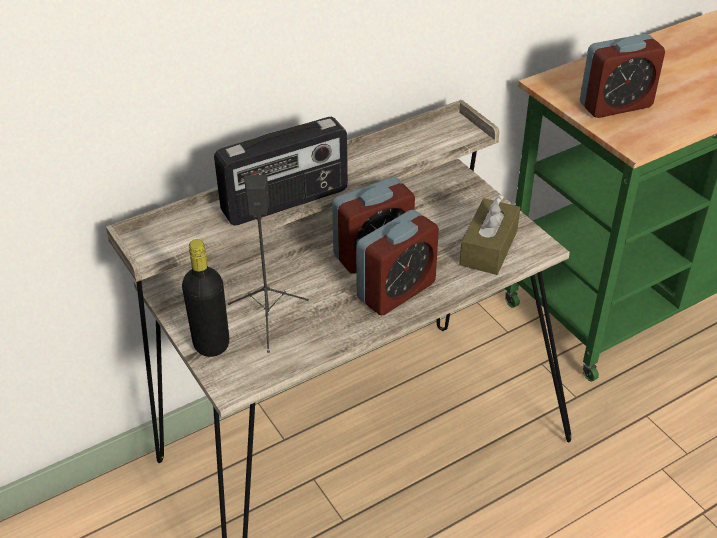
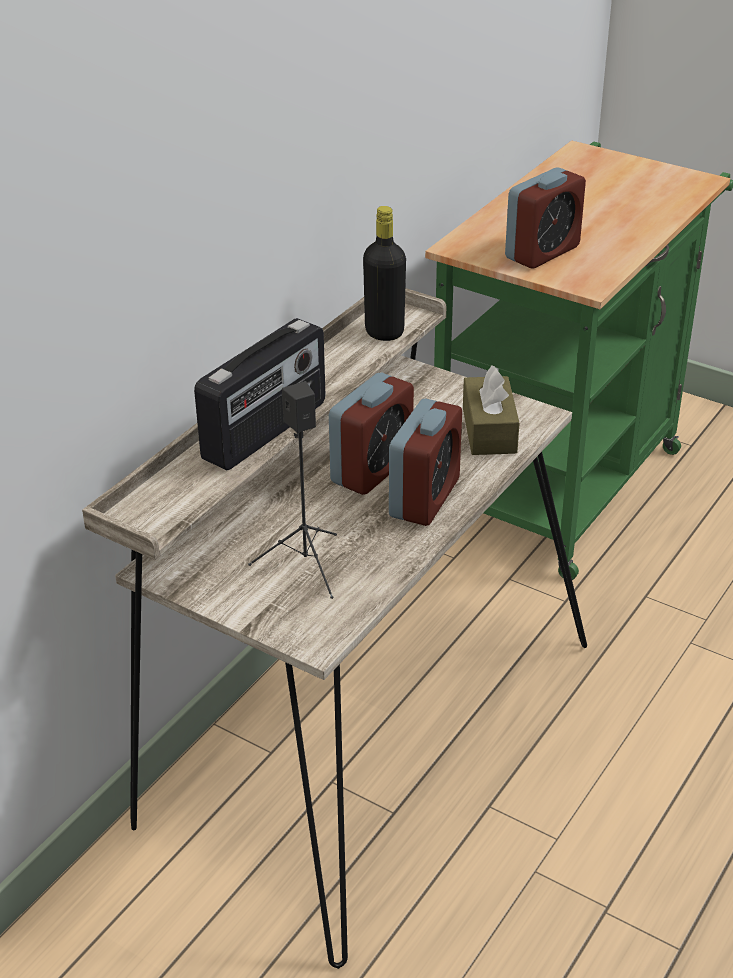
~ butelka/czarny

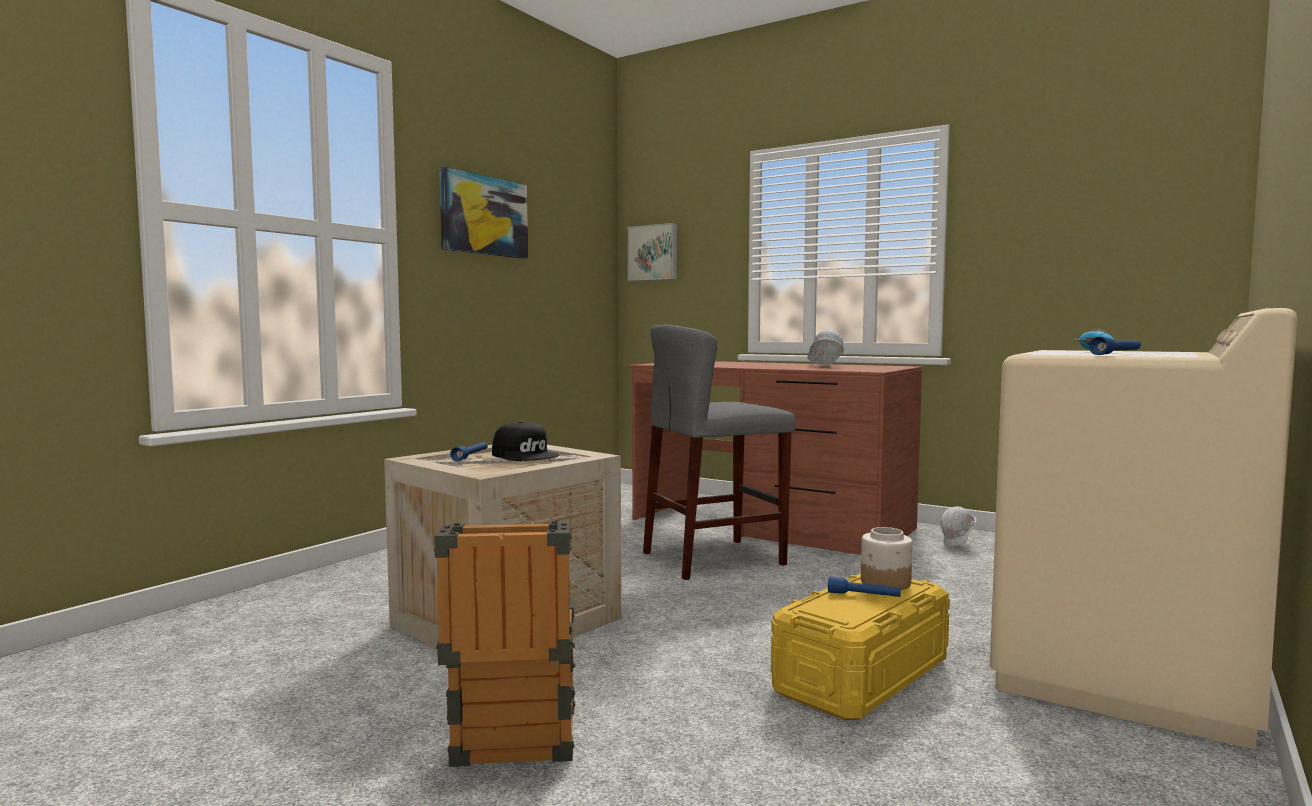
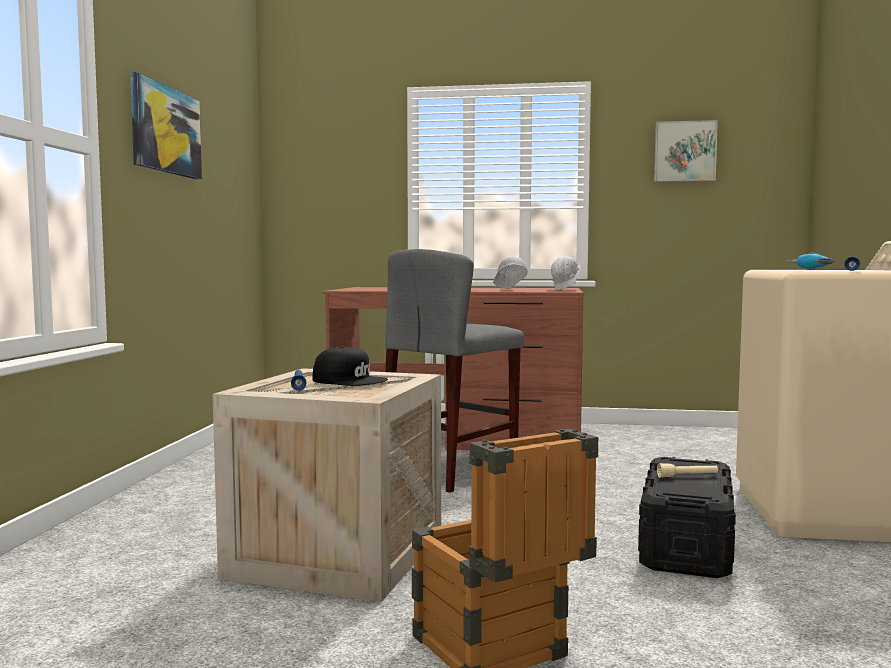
- słoik
~ obraz (2nd from left)
~ kask/biały (2nd from left)
~ pojemnik do przechowywania/żółty to pojemnik do przechowywania/czarny
~ latarka/niebieski (2nd from left) to latarka/beżowy

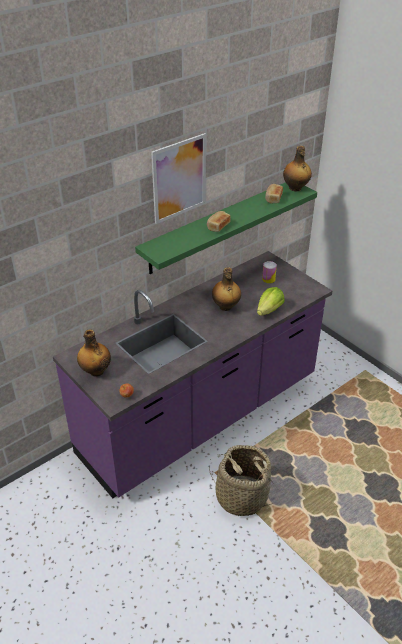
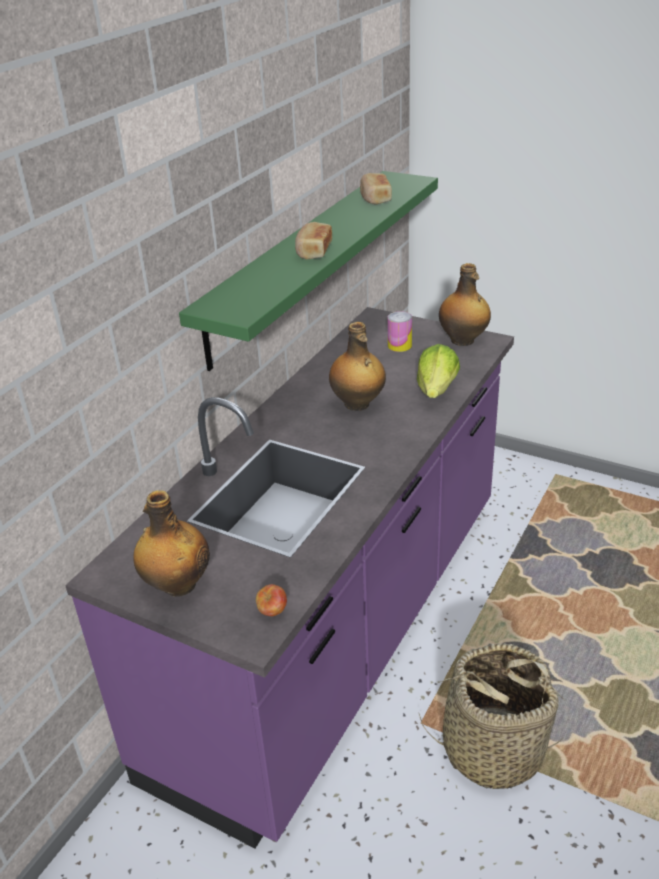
- obraz
~ butelka (3rd from left)

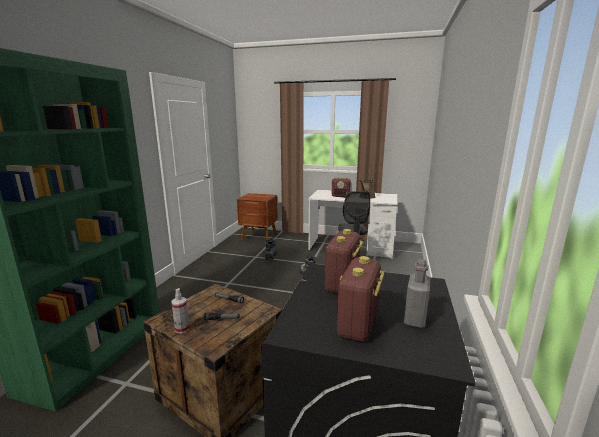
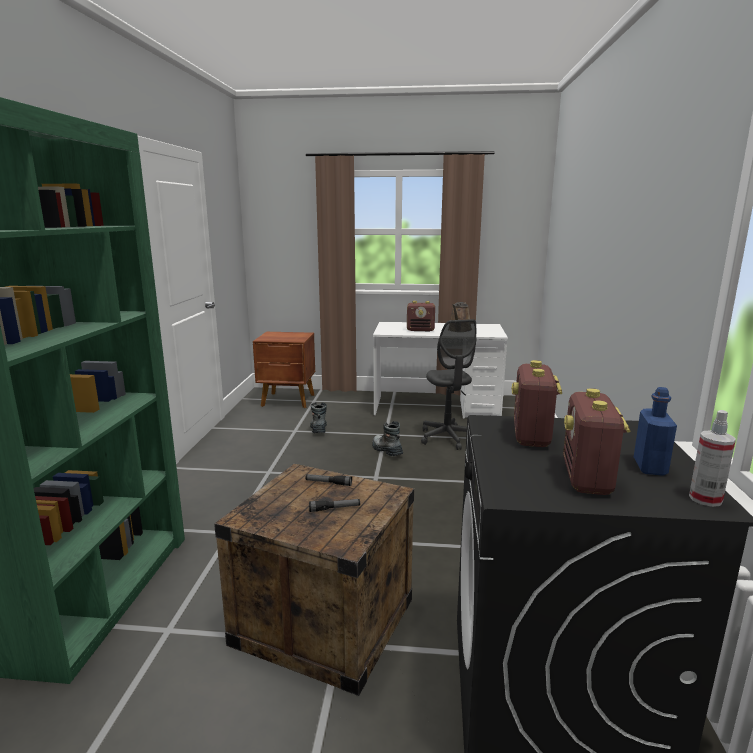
~ spryskiwacz
~ butelka/szary to butelka/niebieski

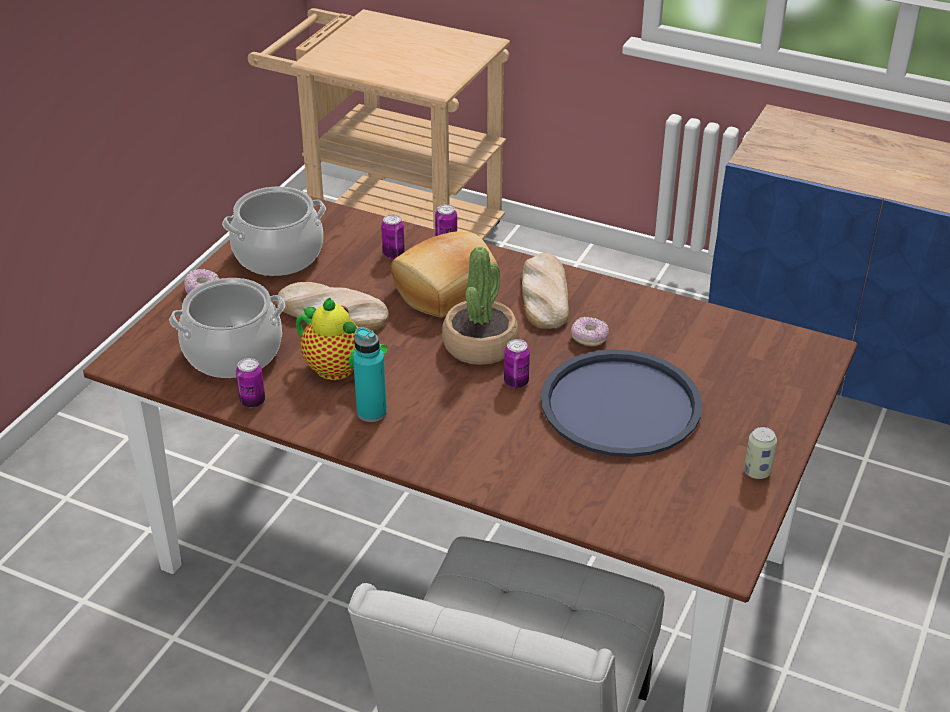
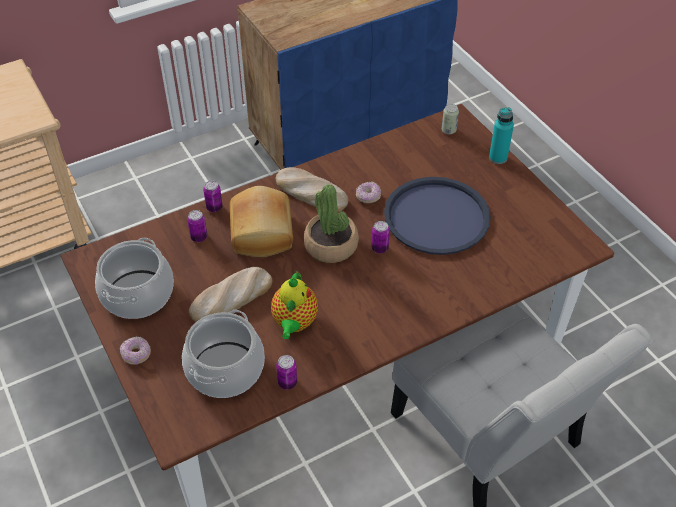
~ butelka/turkusowy
~ puszka (5th from left)
~ imbryk 120 degrees clockwise

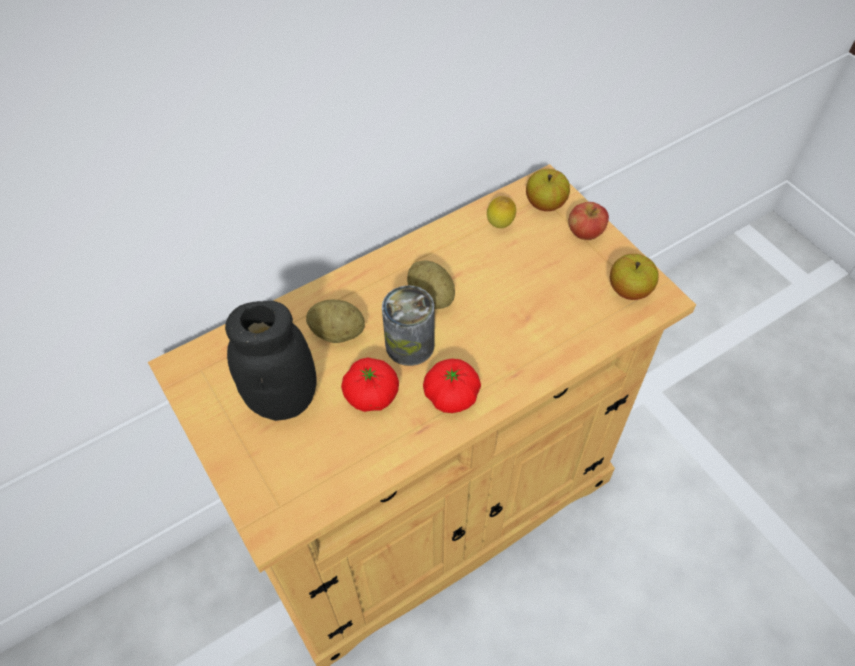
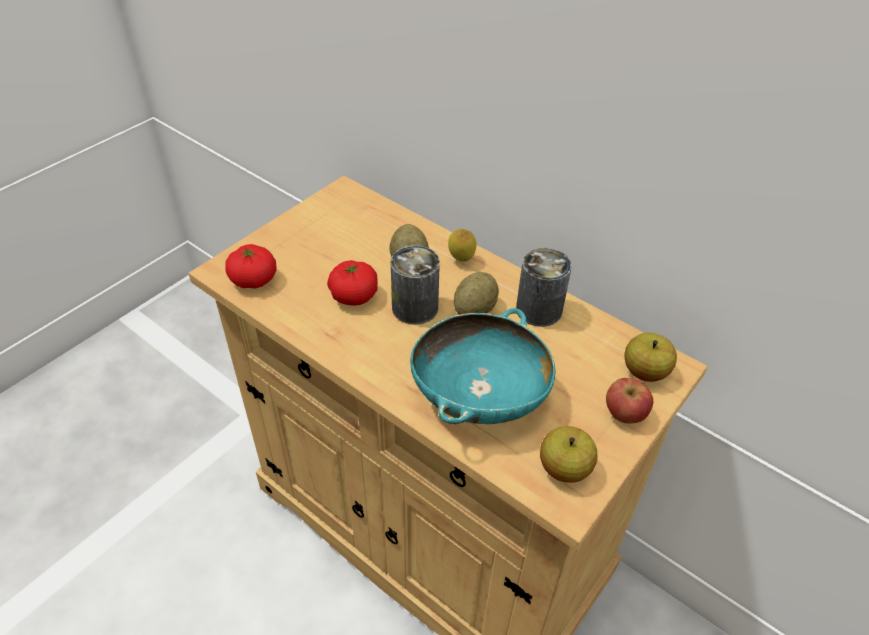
- słoik/czarny
+ miska/turkusowy
+ puszka (2nd from left)
~ pomidor (2nd from left in the first image) to pomidor (1st from left)
~ cytryna

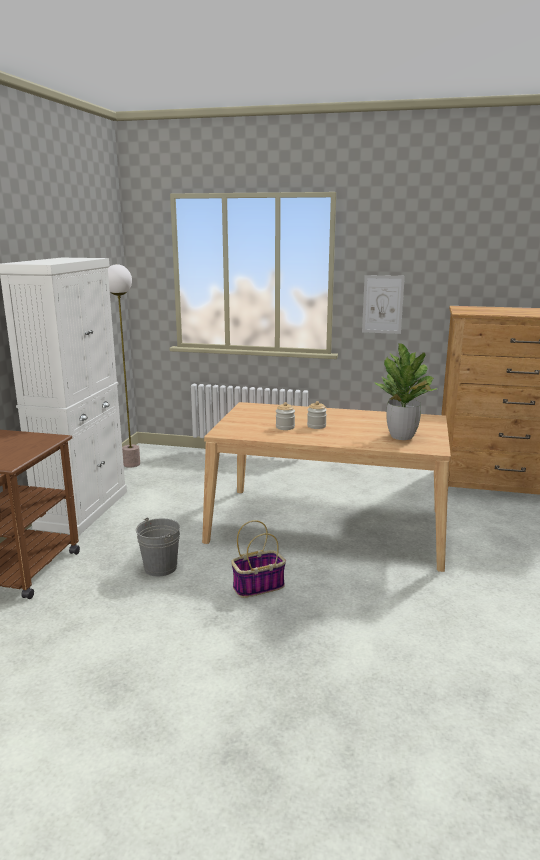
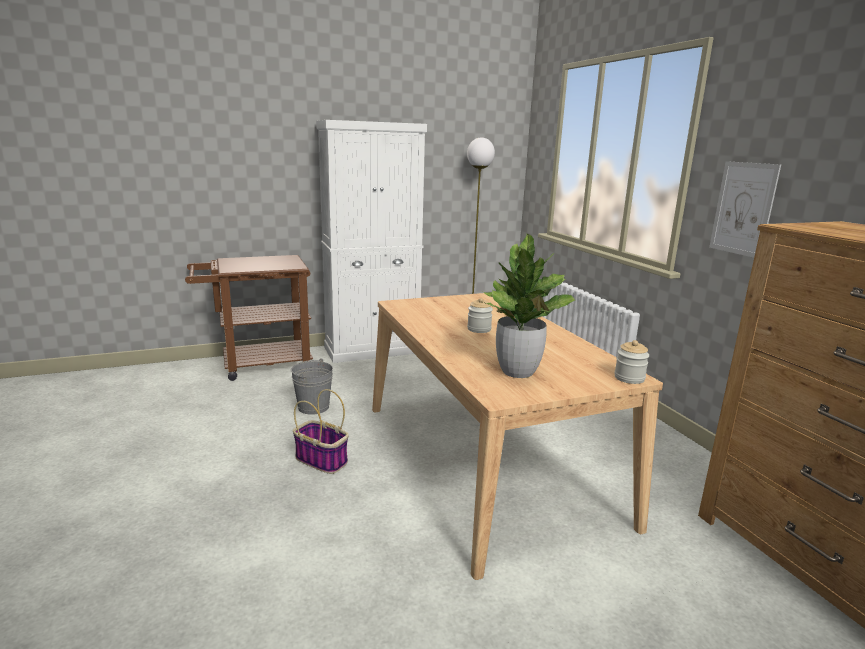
~ słoik (1st from left in the first image) to słoik (2nd from left)

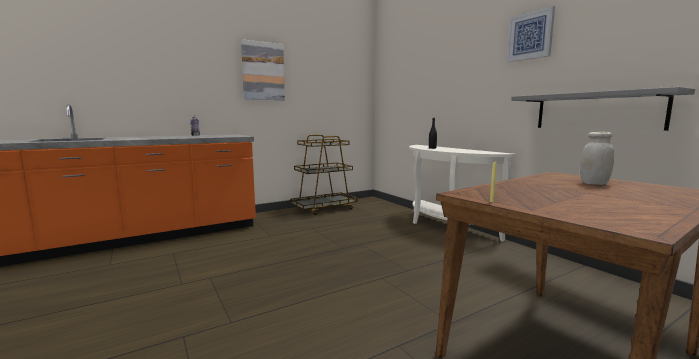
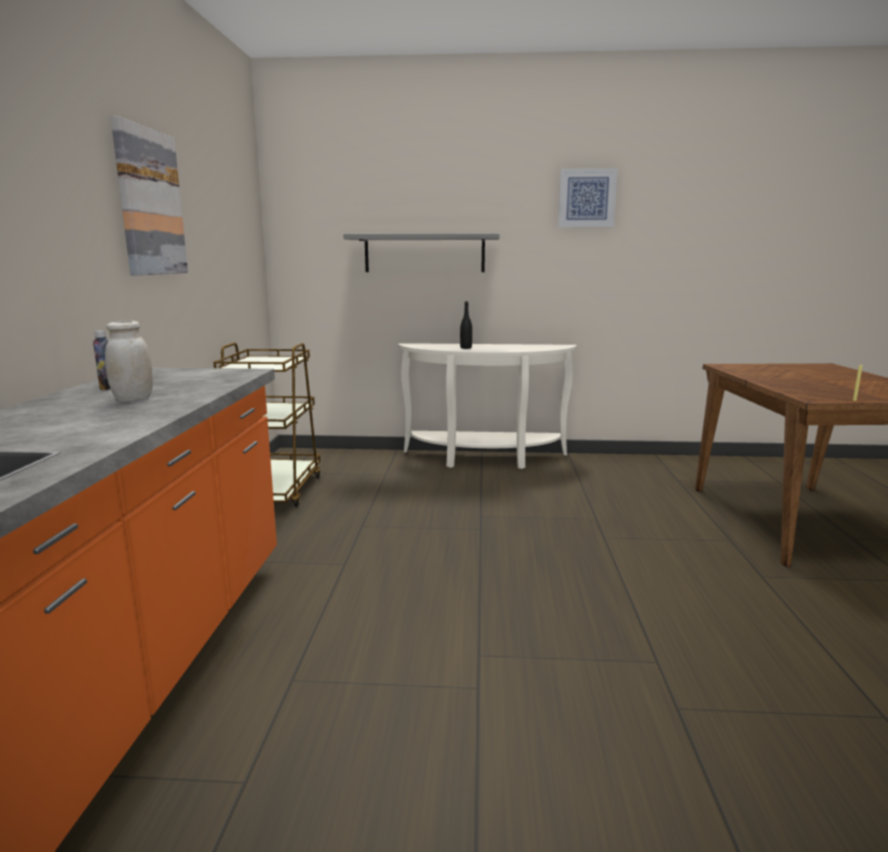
~ półka/szary
~ słoik/biały

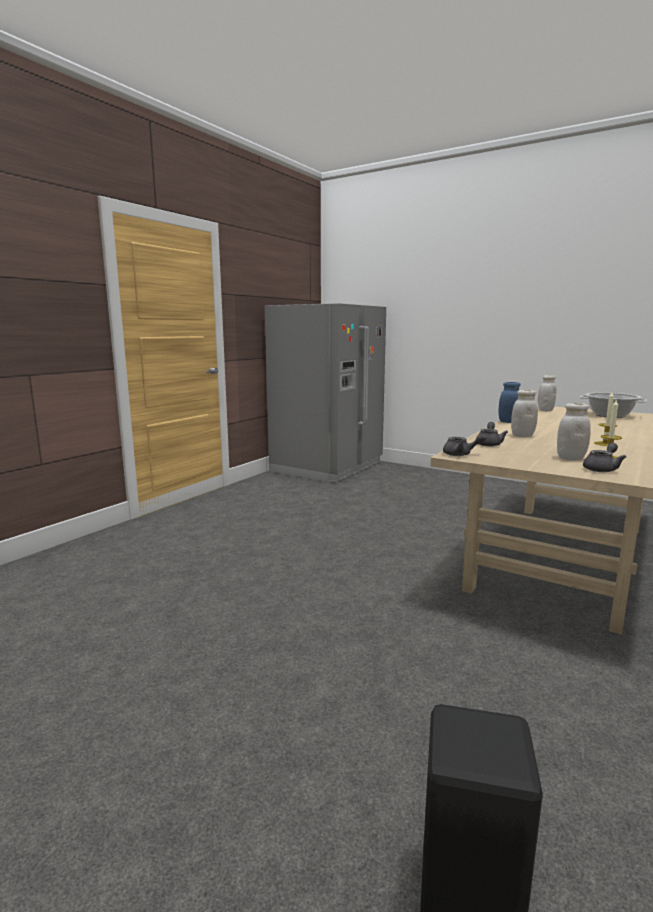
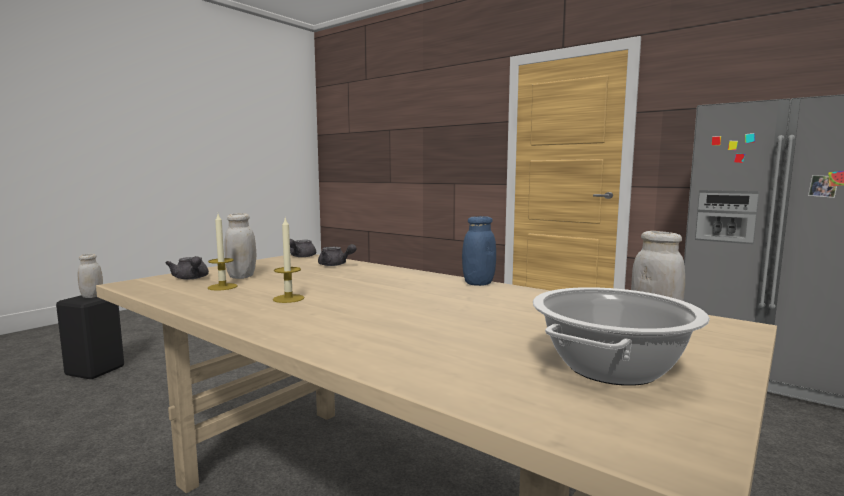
~ słoik/biały (1st from left)

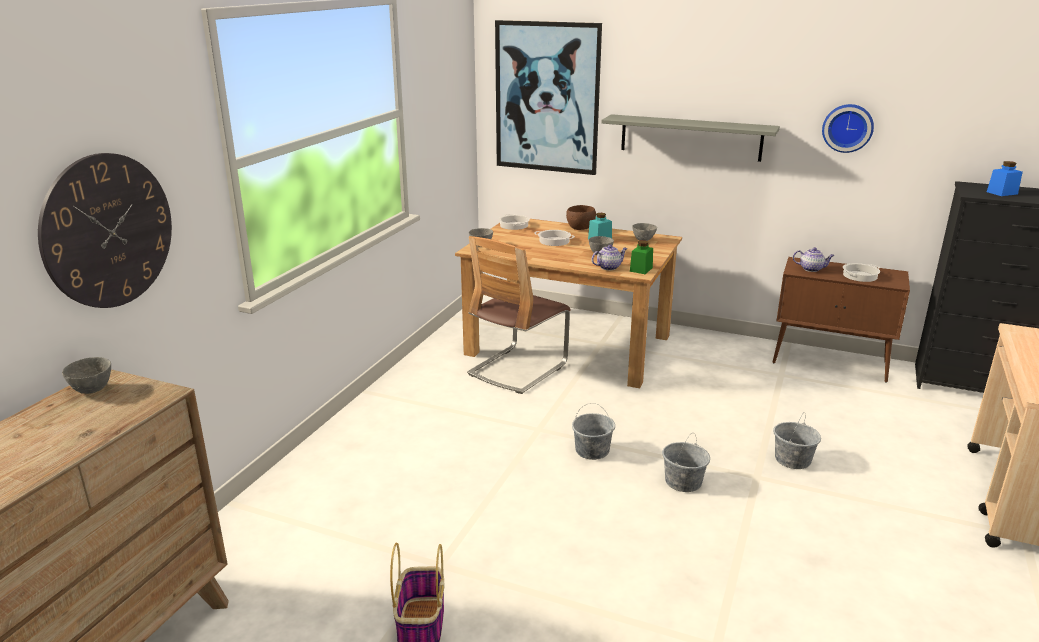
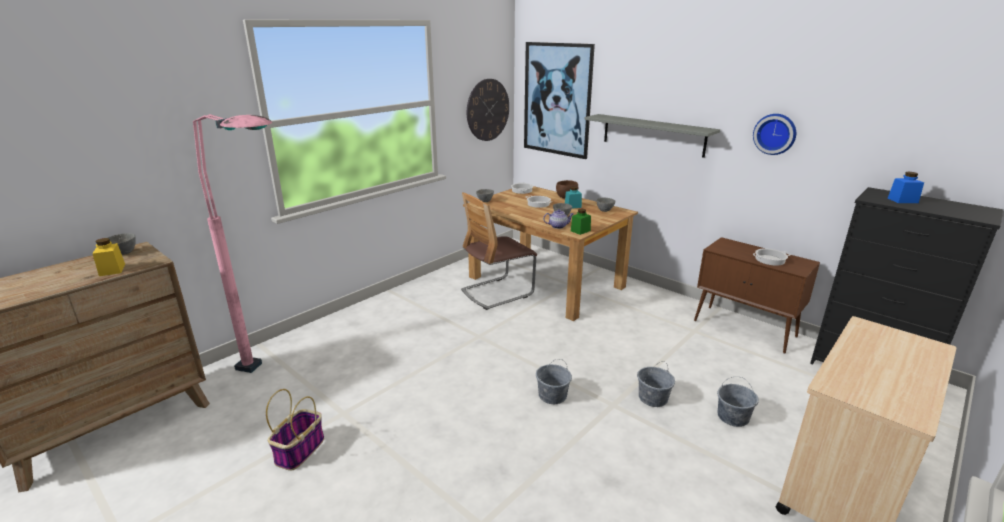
- imbryk (2nd from left)
+ słoik/żółty
+ lampa stojąca/różowy
~ zegar ścienny (1st from left)
~ wiadro/szary (1st from left in the first image) to wiadro/szary (3rd from left)

